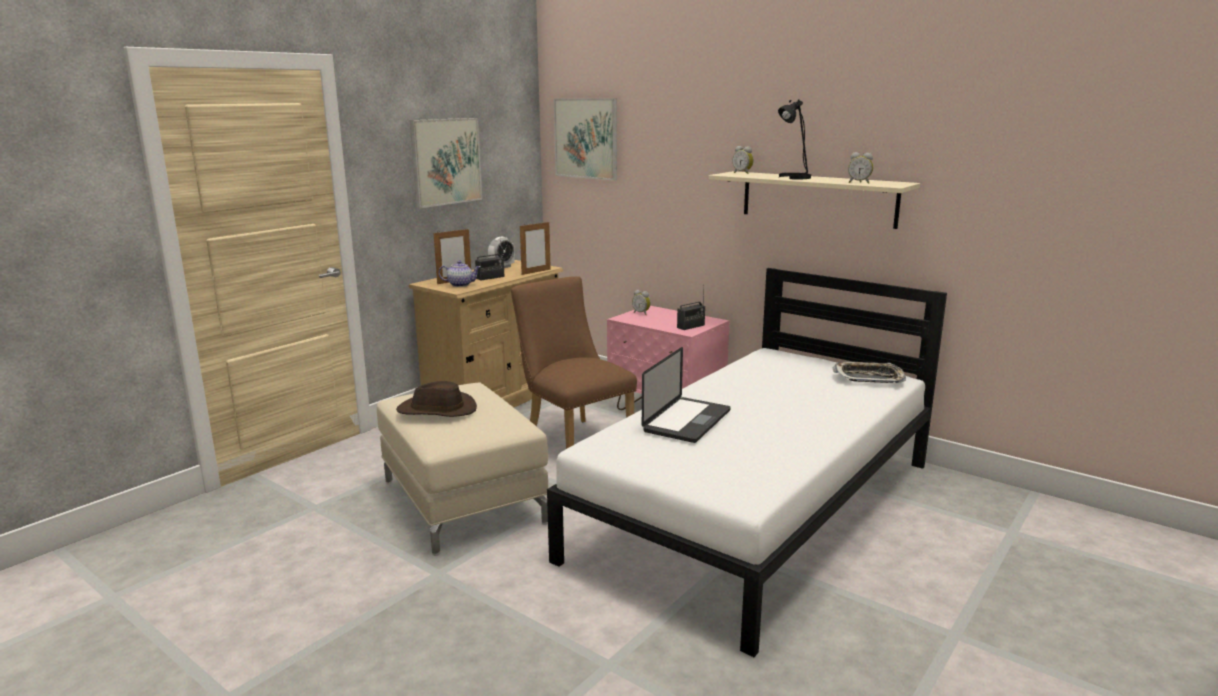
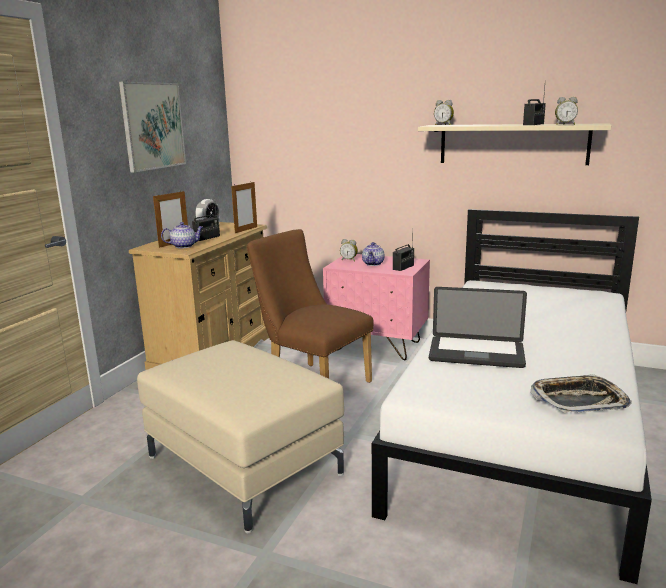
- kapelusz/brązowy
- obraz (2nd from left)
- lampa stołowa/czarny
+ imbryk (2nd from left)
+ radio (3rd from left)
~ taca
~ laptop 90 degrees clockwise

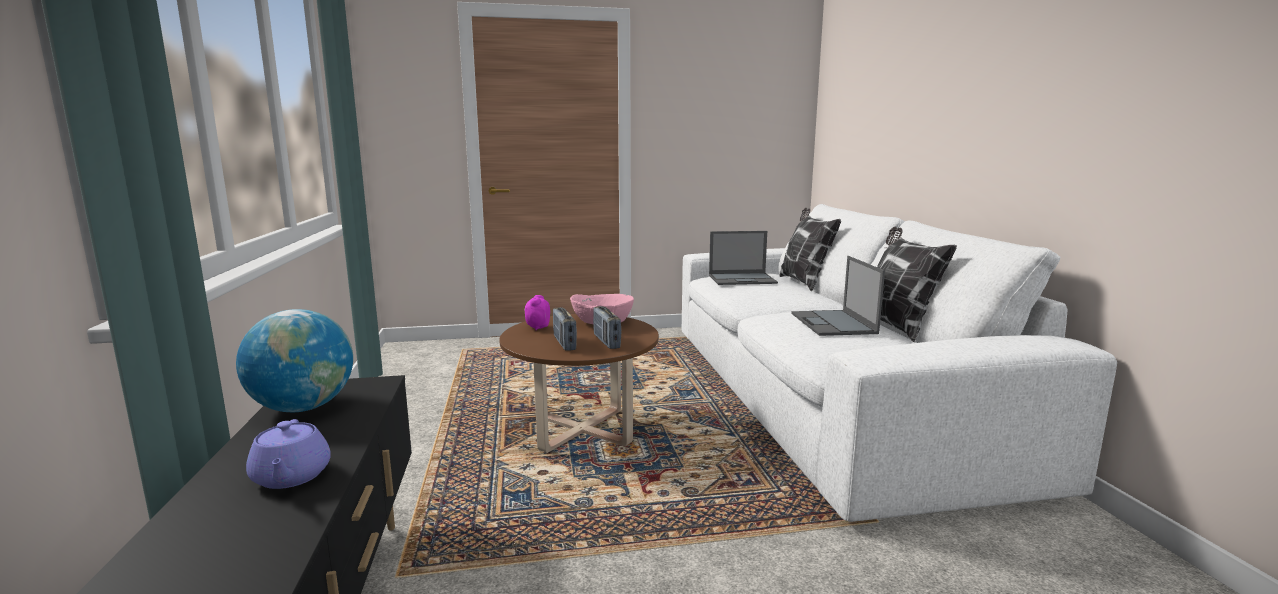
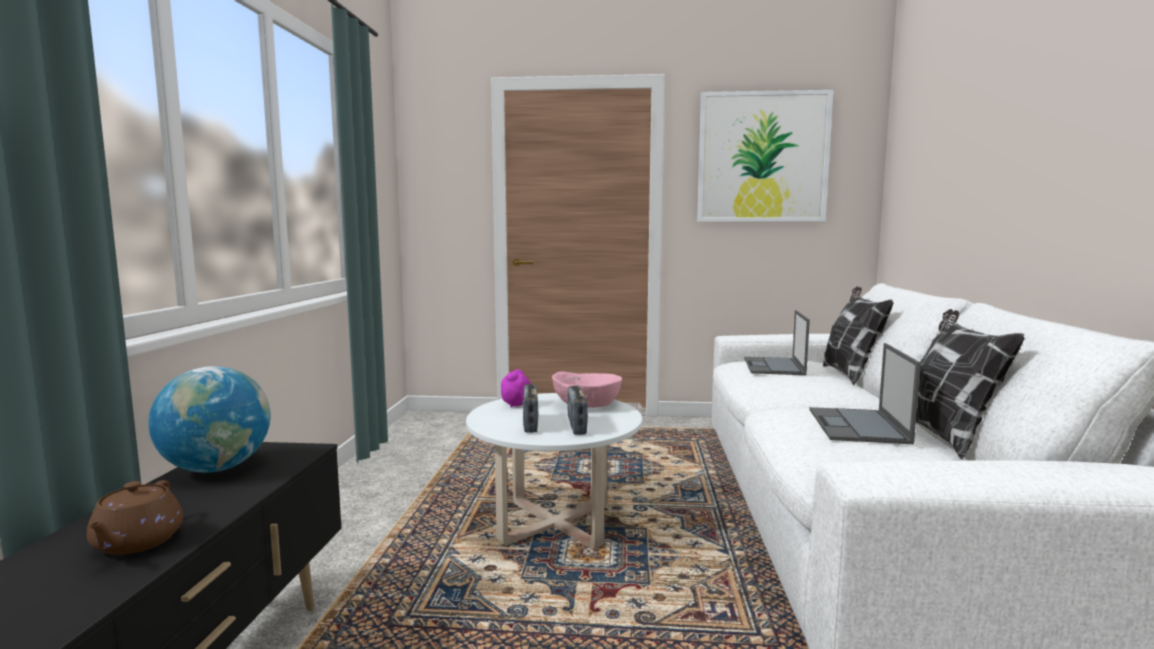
+ obraz
~ imbryk/fioletowy to imbryk/brązowy
~ ława/brązowy to ława/biały
~ laptop (1st from left) 90 degrees clockwise

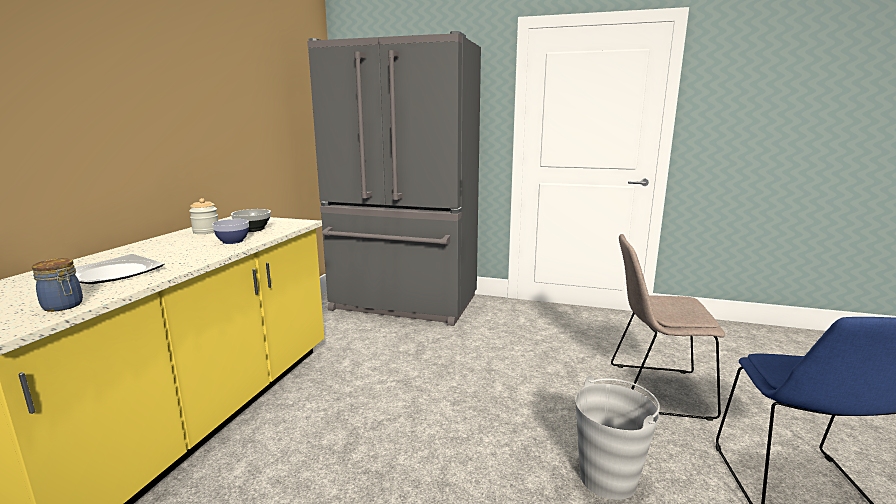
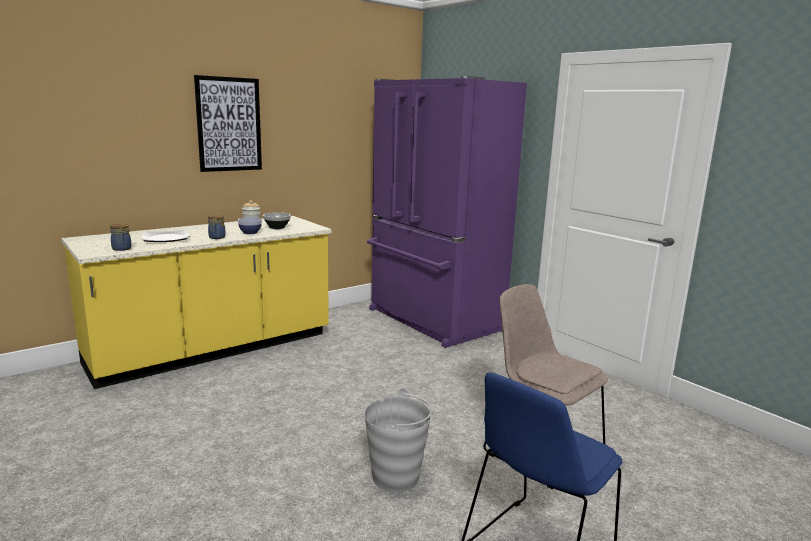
+ obraz
+ słoik (2nd from left)
~ lodówka/szary to lodówka/fioletowy

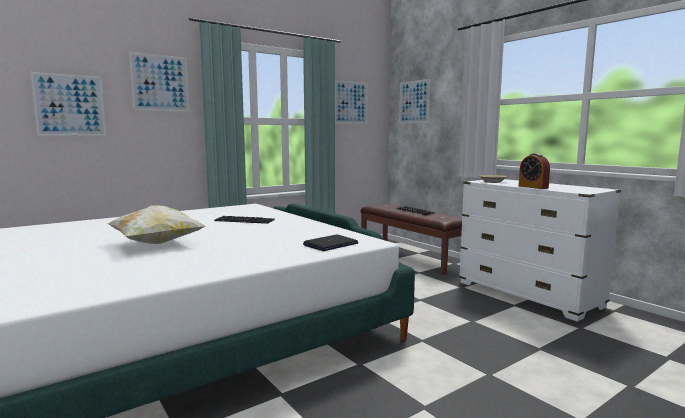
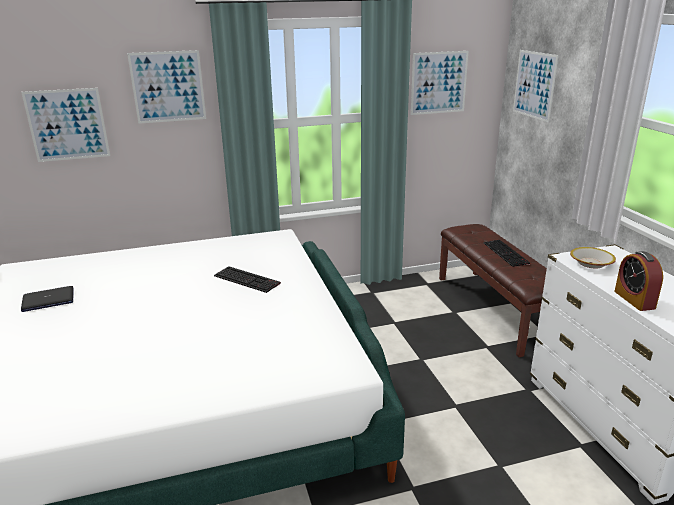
- poduszka
~ laptop

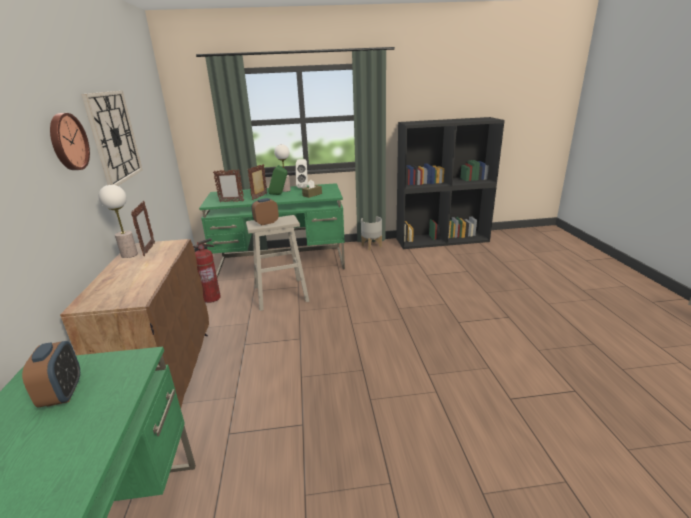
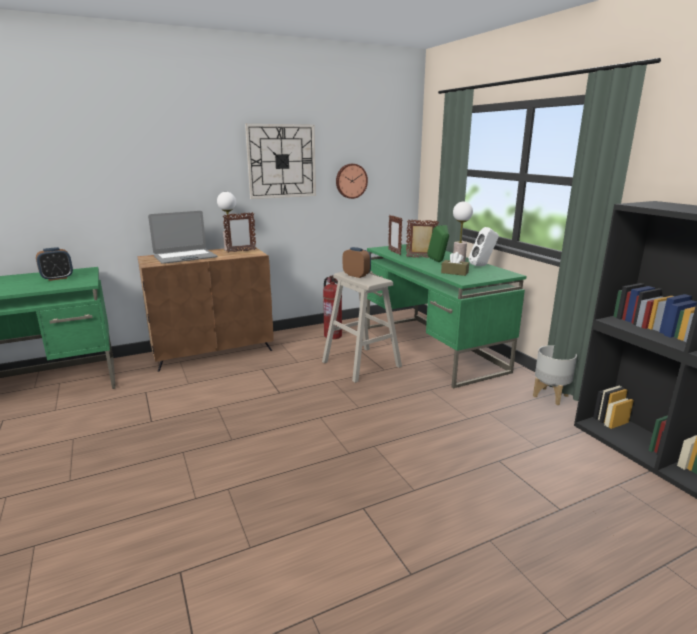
+ laptop
~ zegar ścienny (1st from left in the first image) to zegar ścienny (2nd from left)

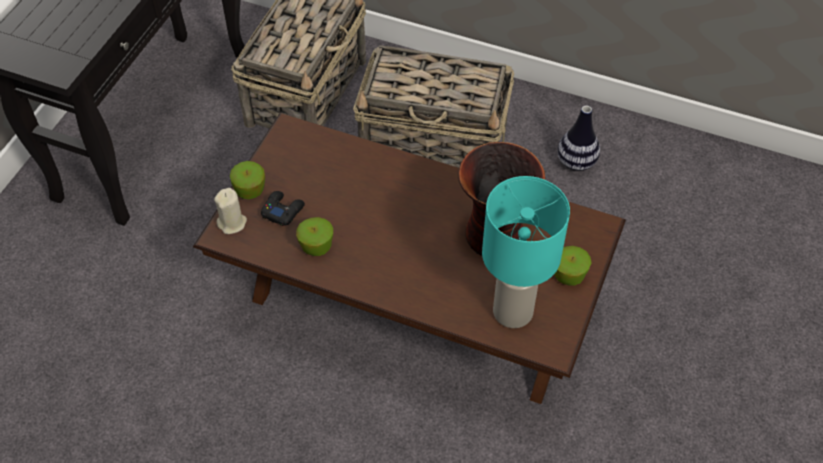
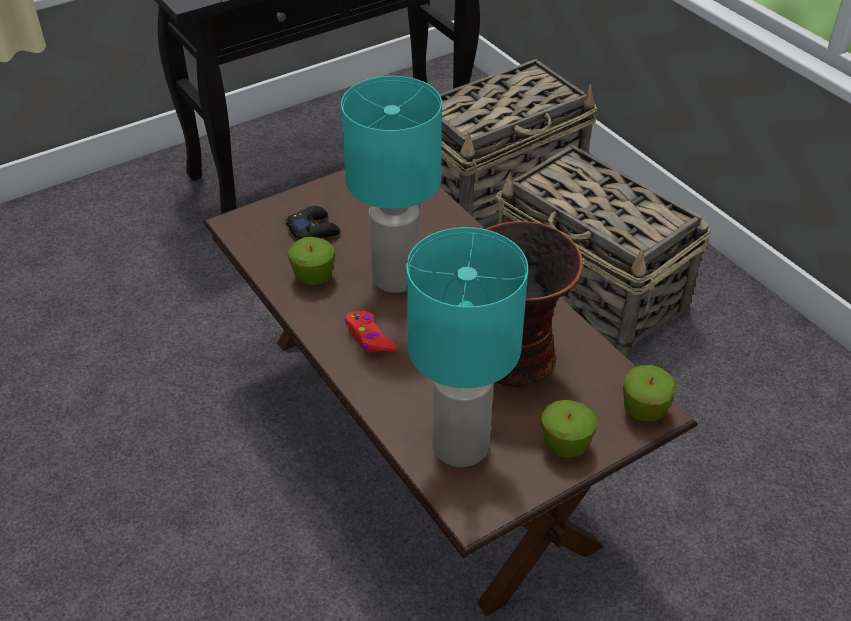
- świeca/beżowy
- wazon (2nd from left)
+ lampa stołowa/turkusowy (1st from left)
+ pad do gier/czerwony
~ jabłko (1st from left in the first image) to jabłko (3rd from left)

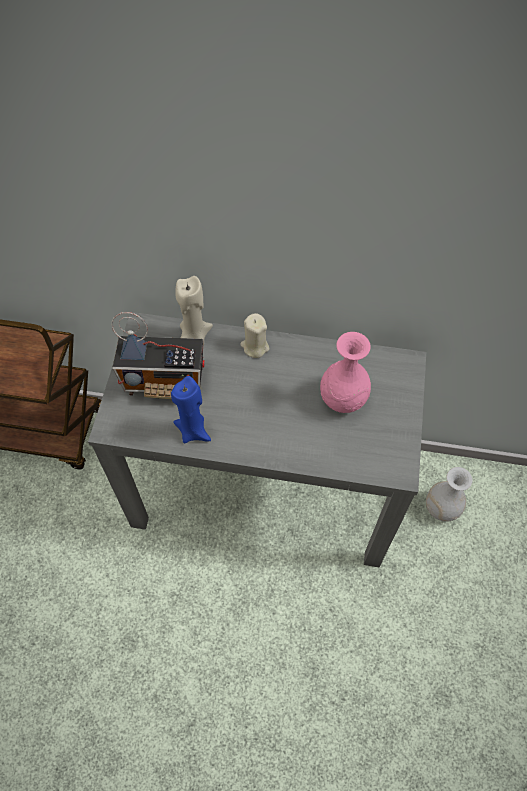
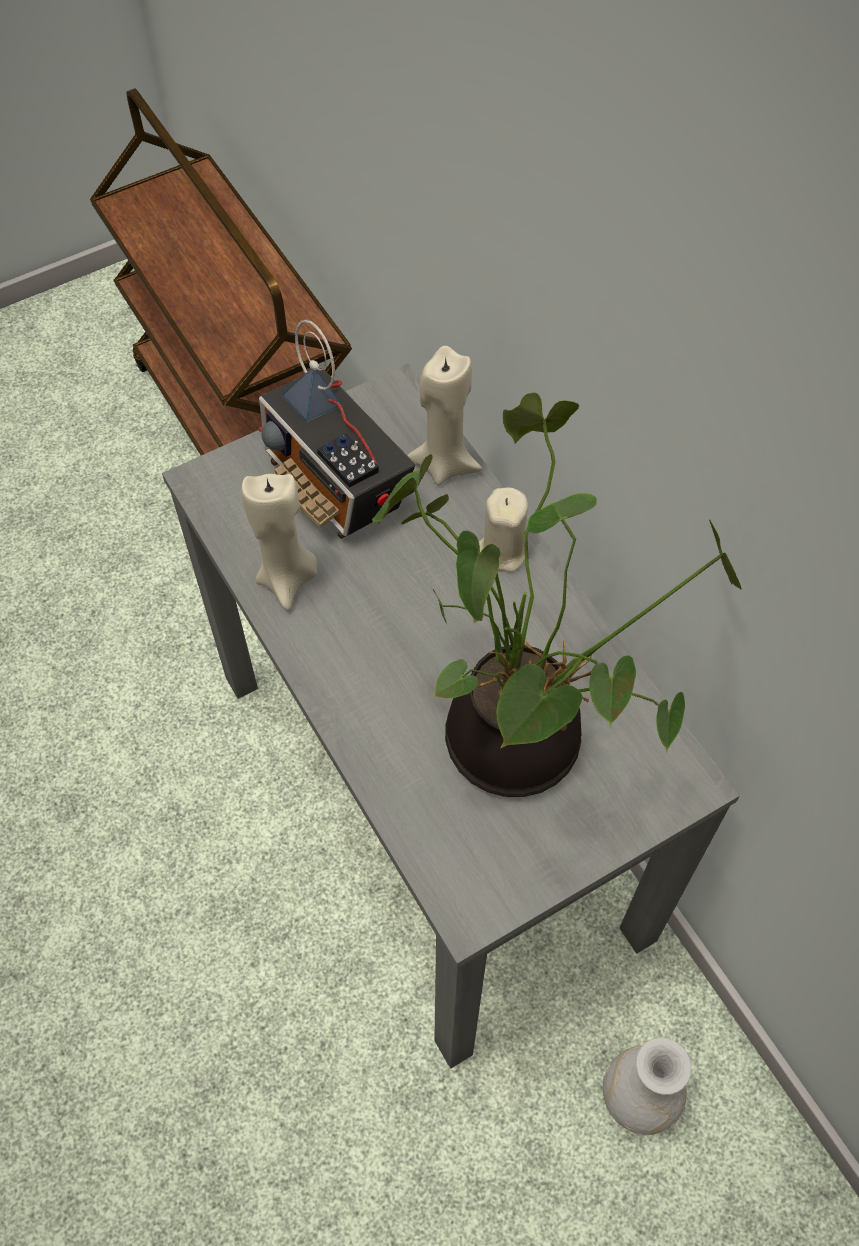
~ wazon/różowy to roślina doniczkowa
~ świeca/niebieski to świeca/beżowy (1st from left)

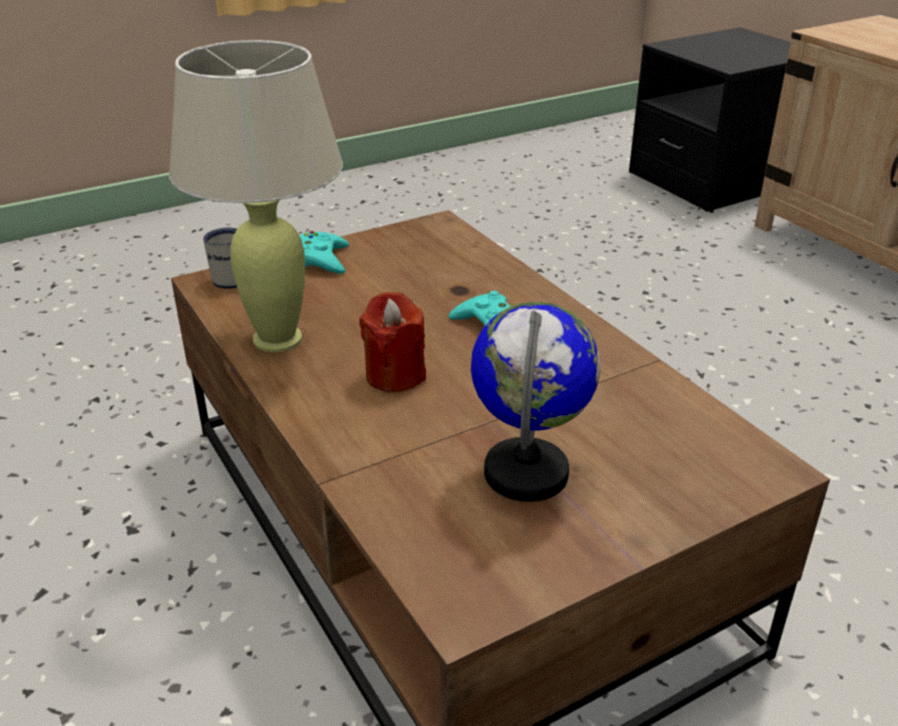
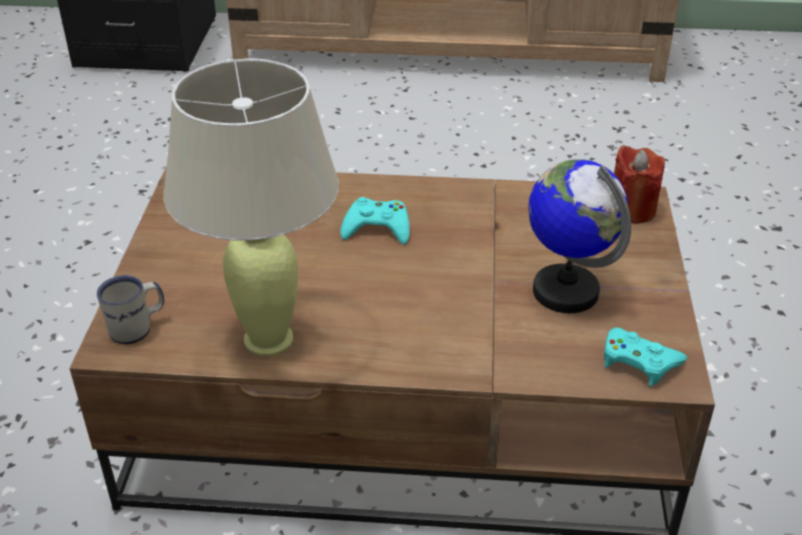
~ pad do gier/turkusowy (1st from left in the first image) to pad do gier/turkusowy (2nd from left)
~ świeca/czerwony

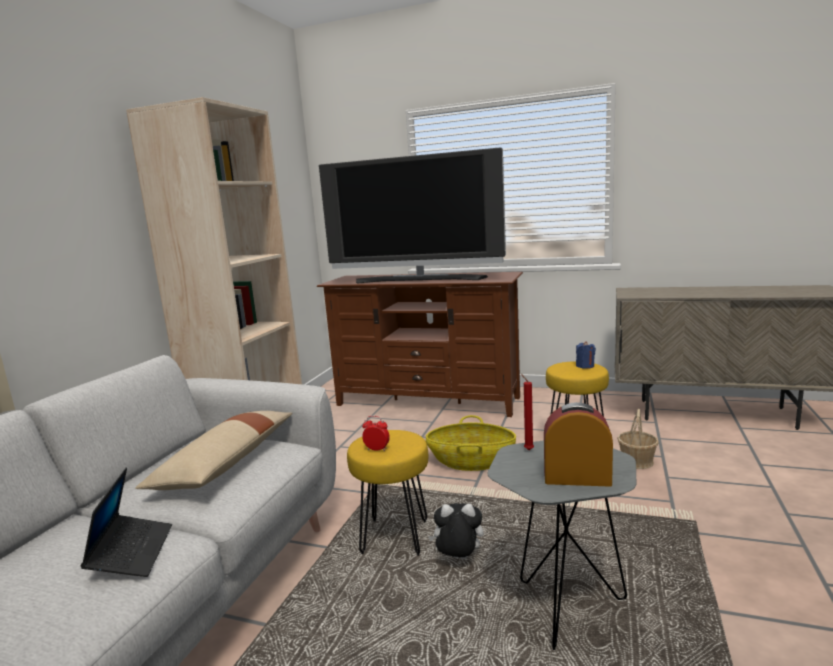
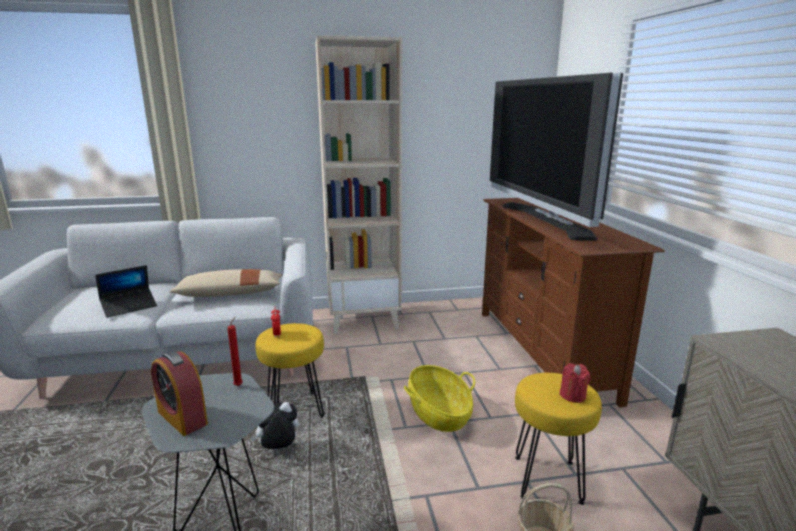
~ świeca/niebieski to świeca/czerwony (2nd from left)
~ pluszak 90 degrees counterclockwise
~ budzik (2nd from left in the first image) 150 degrees clockwise

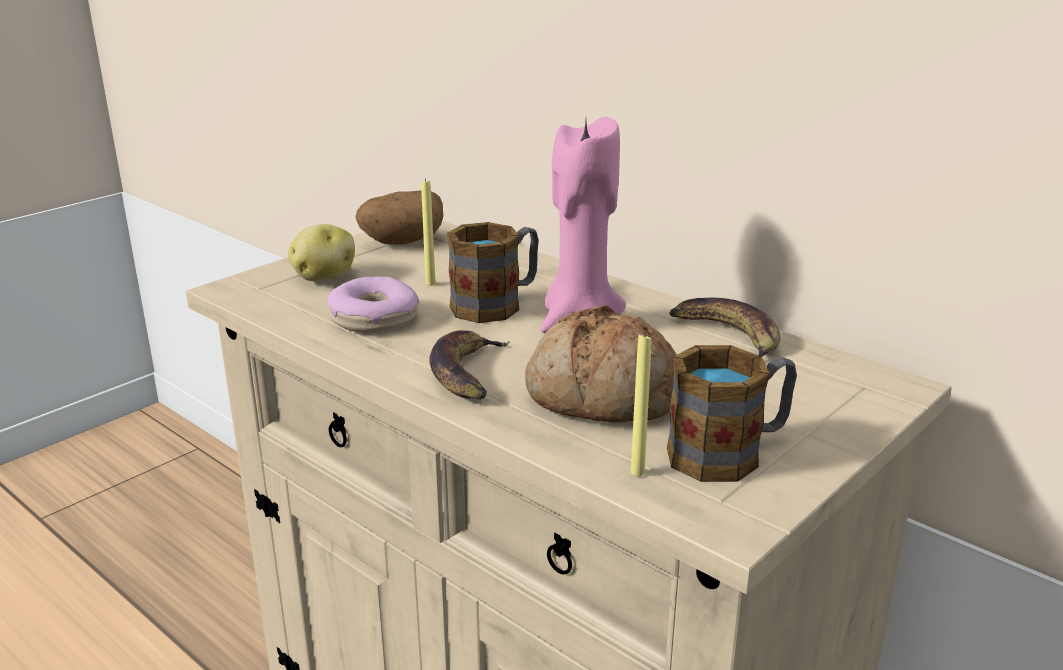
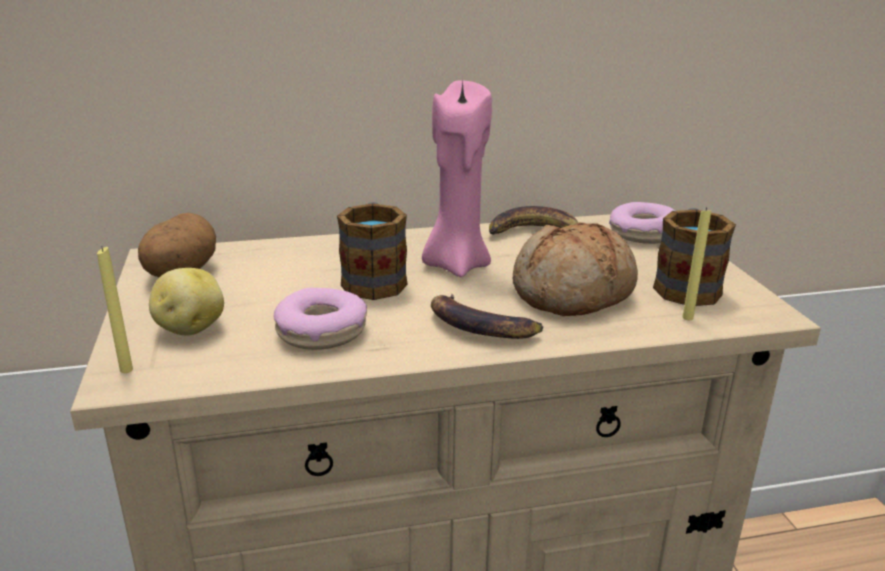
+ donut (2nd from left)
~ świeca/żółty (1st from left)

